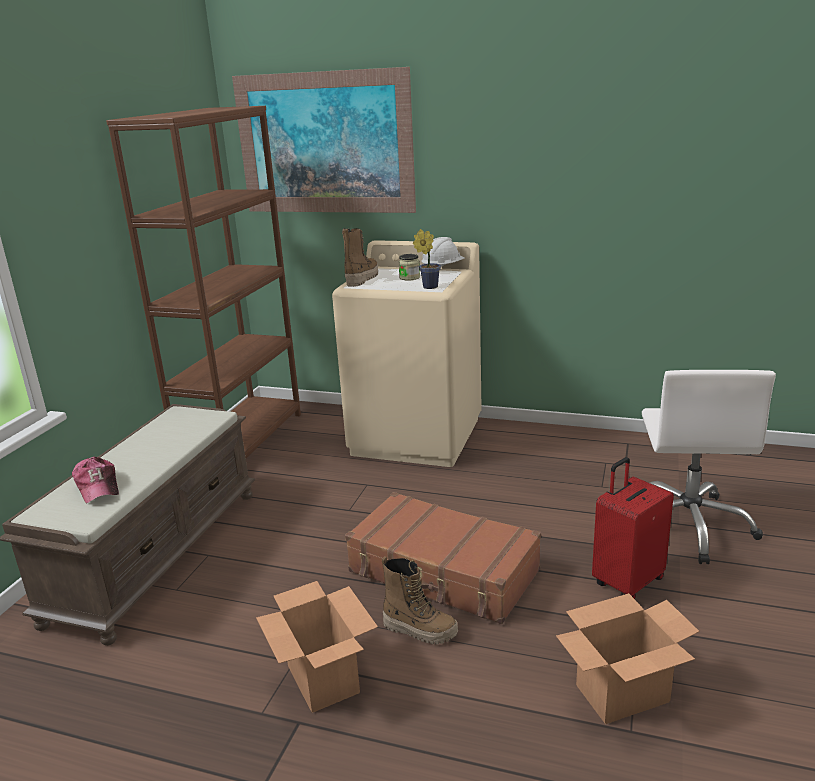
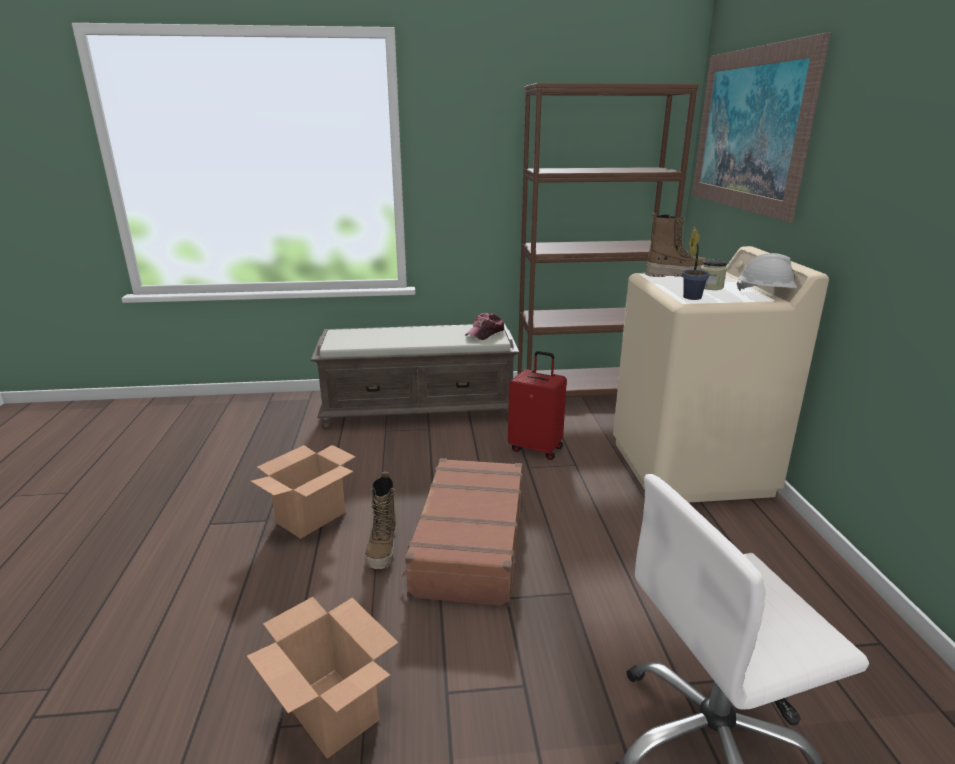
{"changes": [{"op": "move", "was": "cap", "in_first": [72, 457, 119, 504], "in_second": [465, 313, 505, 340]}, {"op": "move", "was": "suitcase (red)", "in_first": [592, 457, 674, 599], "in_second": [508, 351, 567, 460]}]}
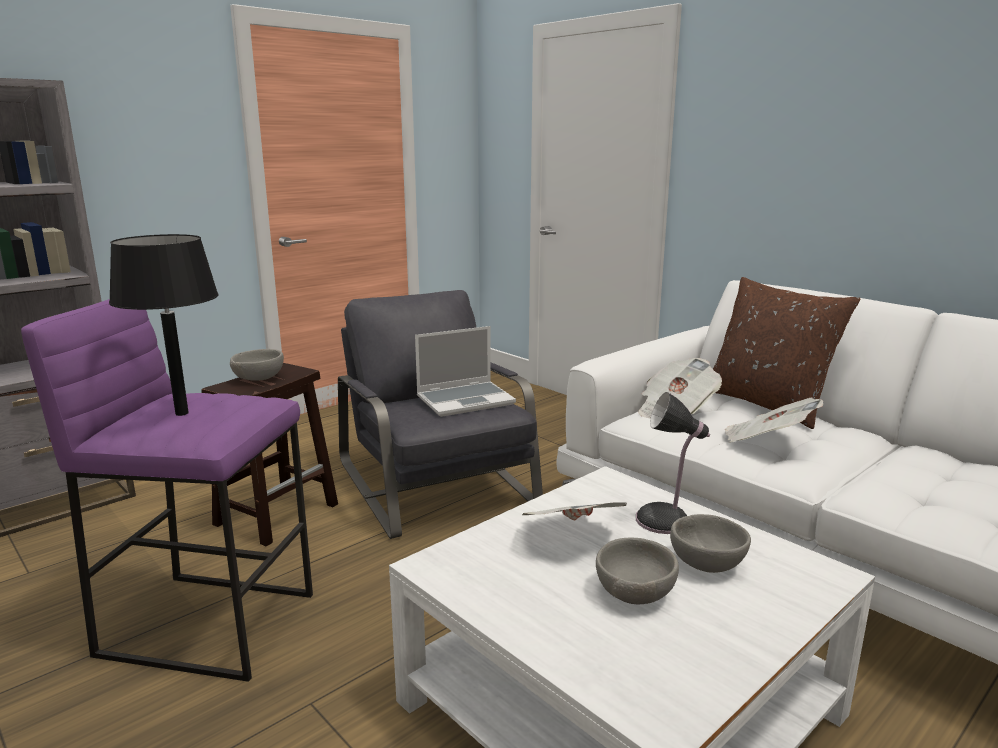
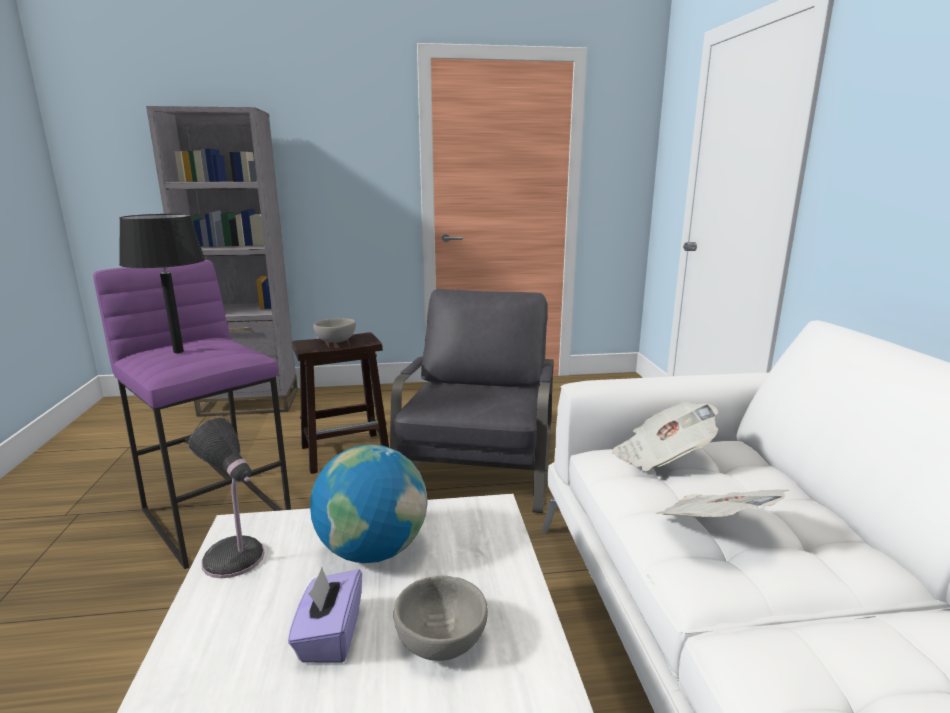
{"changes": [{"op": "delete", "was": "pillow (brown)", "in_first": [713, 277, 860, 429]}, {"op": "delete", "was": "laptop", "in_first": [415, 326, 516, 417]}, {"op": "move", "was": "table lamp", "in_first": [636, 392, 710, 534], "in_second": [188, 417, 265, 578]}, {"op": "replace", "was": "newspaper", "now": "globe", "in_first": [522, 502, 627, 520], "in_second": [310, 444, 427, 563]}, {"op": "replace", "was": "bowl (grey)", "now": "tissue box (purple)", "in_first": [596, 538, 679, 604], "in_second": [288, 568, 362, 663]}]}
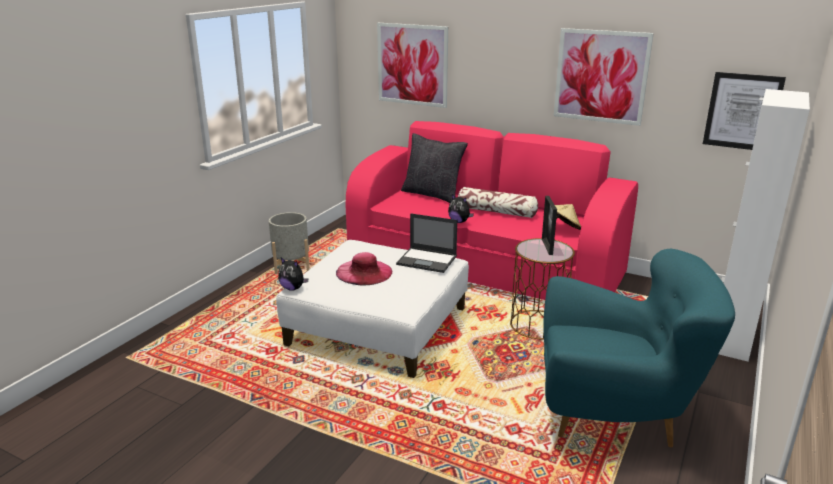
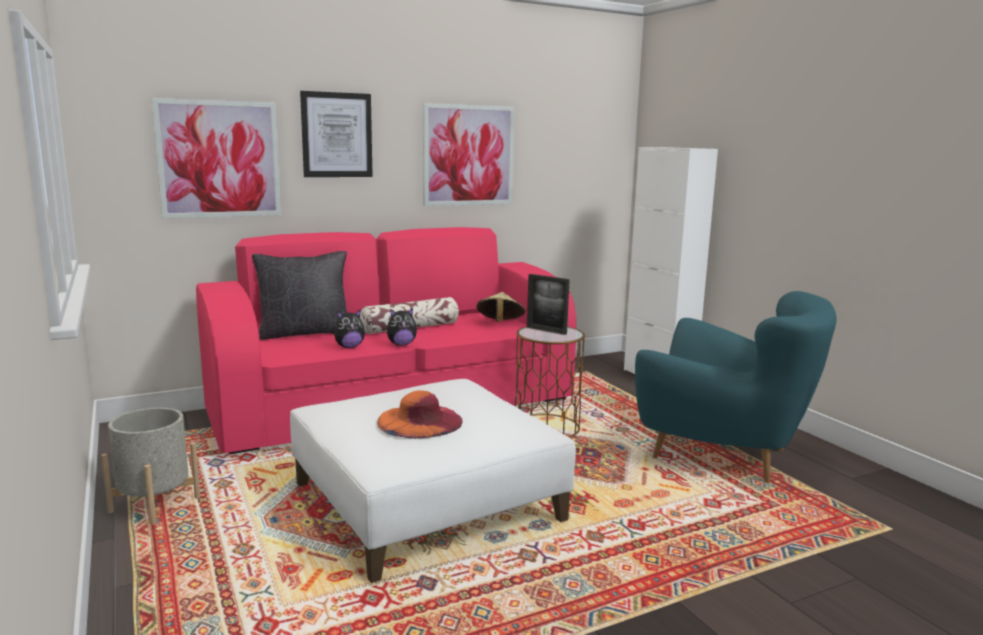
{"changes": [{"op": "move", "was": "picture", "in_first": [703, 72, 786, 150], "in_second": [300, 91, 373, 177]}, {"op": "delete", "was": "laptop", "in_first": [396, 213, 457, 273]}, {"op": "rotate", "was": "armchair (turquoise)", "in_first": [543, 249, 735, 447], "in_second": [635, 291, 836, 483], "clockwise": 75}, {"op": "recolor", "was": "hat (pink)", "now": "hat (orange)", "in_first": [336, 252, 393, 286], "in_second": [377, 391, 462, 439]}, {"op": "move", "was": "plush toy", "in_first": [278, 258, 308, 291], "in_second": [334, 310, 365, 348]}]}
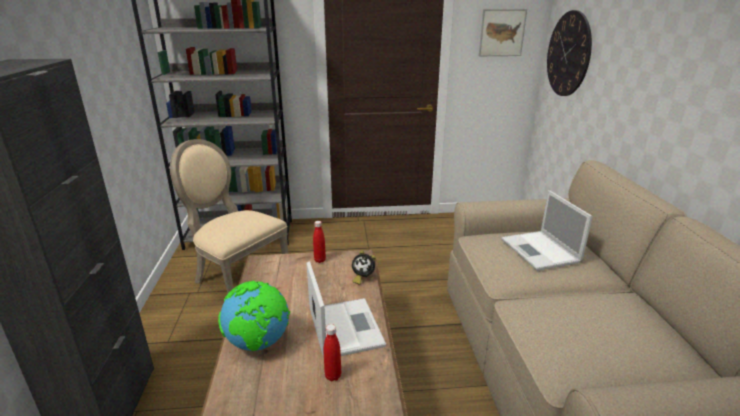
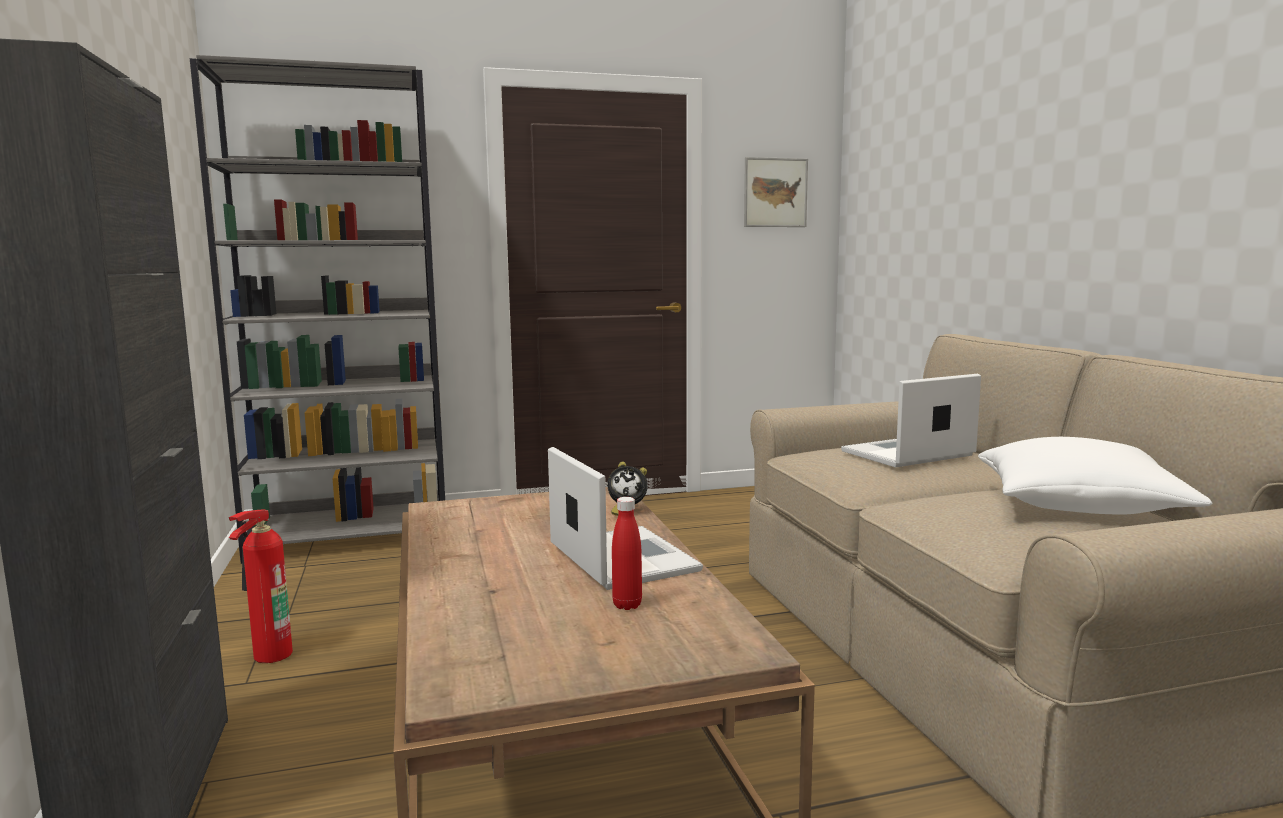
{"changes": [{"op": "delete", "was": "wall clock", "in_first": [547, 10, 592, 96]}, {"op": "delete", "was": "chair (beige)", "in_first": [170, 139, 289, 294]}, {"op": "rotate", "was": "laptop", "in_first": [501, 190, 593, 271], "in_second": [841, 374, 981, 468], "clockwise": 90}, {"op": "delete", "was": "bottle (red)", "in_first": [313, 221, 326, 263]}, {"op": "delete", "was": "globe", "in_first": [218, 281, 290, 351]}, {"op": "insert", "now": "pillow (white)", "in_second": [978, 437, 1212, 515]}, {"op": "insert", "now": "fire extinguisher", "in_second": [229, 510, 293, 663]}]}
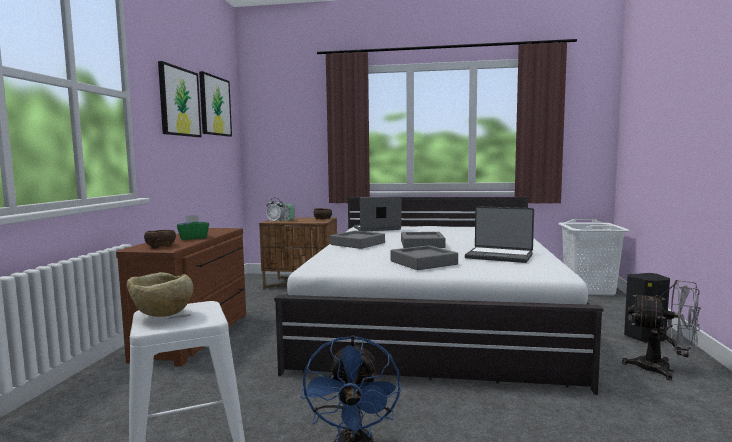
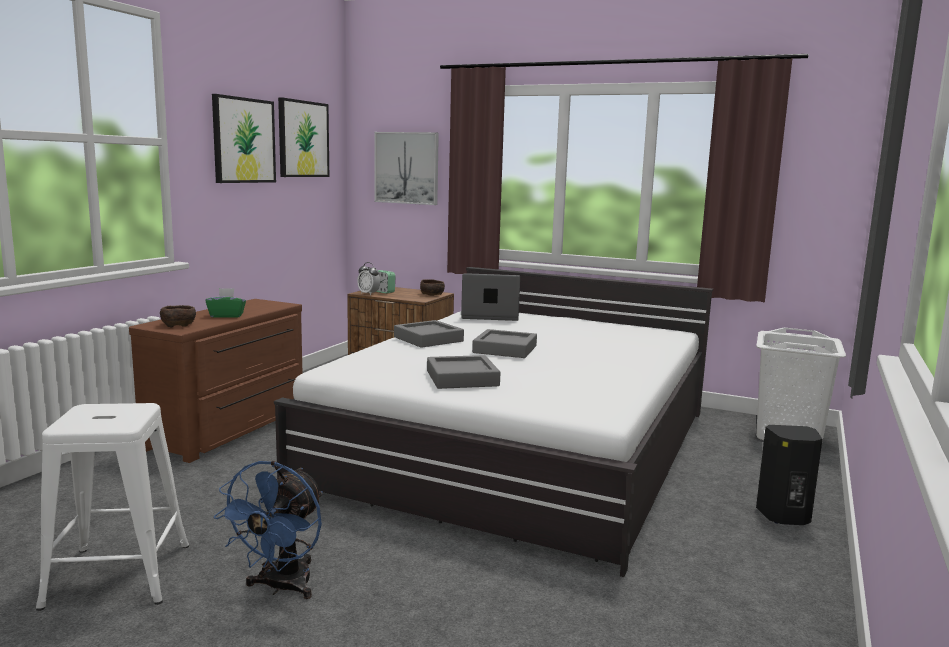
{"changes": [{"op": "delete", "was": "laptop", "in_first": [465, 206, 534, 263]}, {"op": "delete", "was": "bowl (beige)", "in_first": [127, 272, 194, 317]}, {"op": "delete", "was": "fan (grey)", "in_first": [622, 280, 701, 381]}, {"op": "insert", "now": "picture", "in_second": [375, 132, 439, 205]}]}
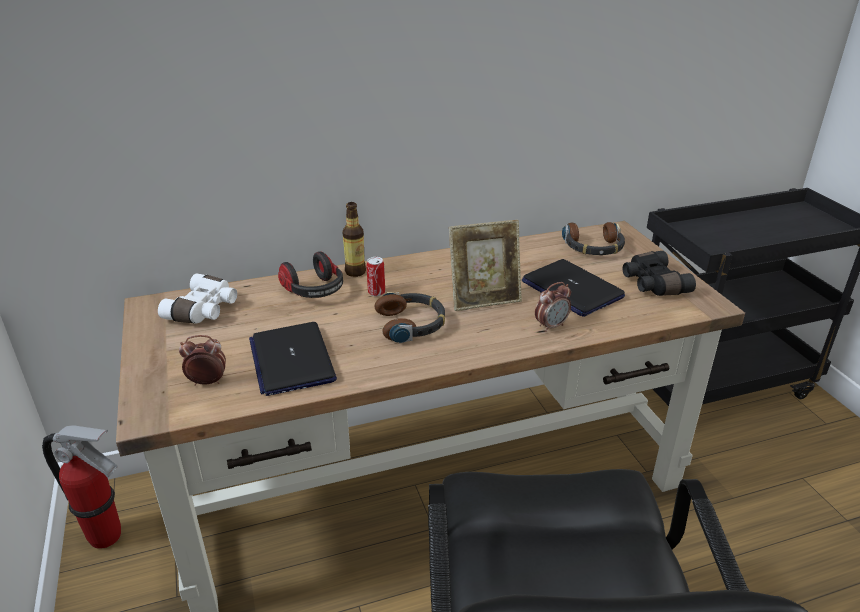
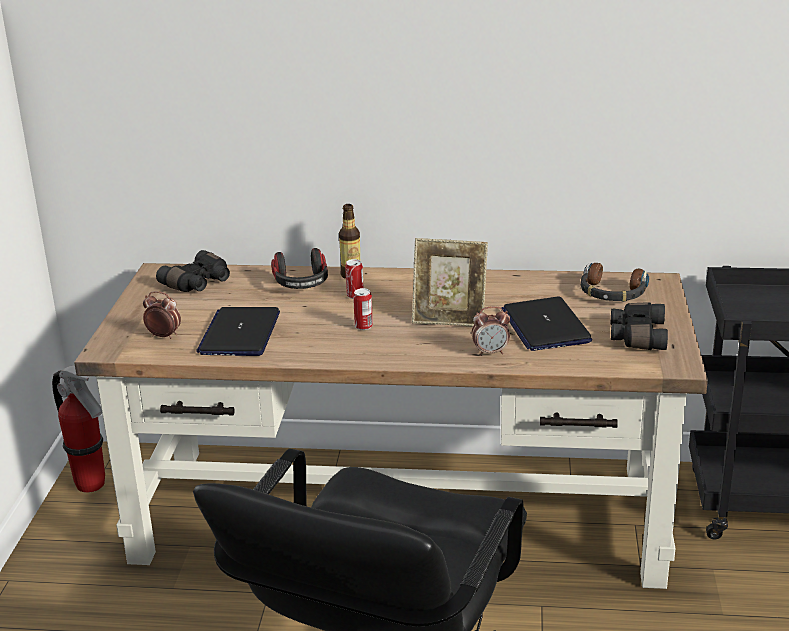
{"changes": [{"op": "recolor", "was": "binoculars (white)", "now": "binoculars (black)", "in_first": [158, 274, 237, 324], "in_second": [156, 250, 230, 292]}, {"op": "replace", "was": "headphones", "now": "can", "in_first": [374, 292, 445, 344], "in_second": [353, 288, 373, 330]}]}
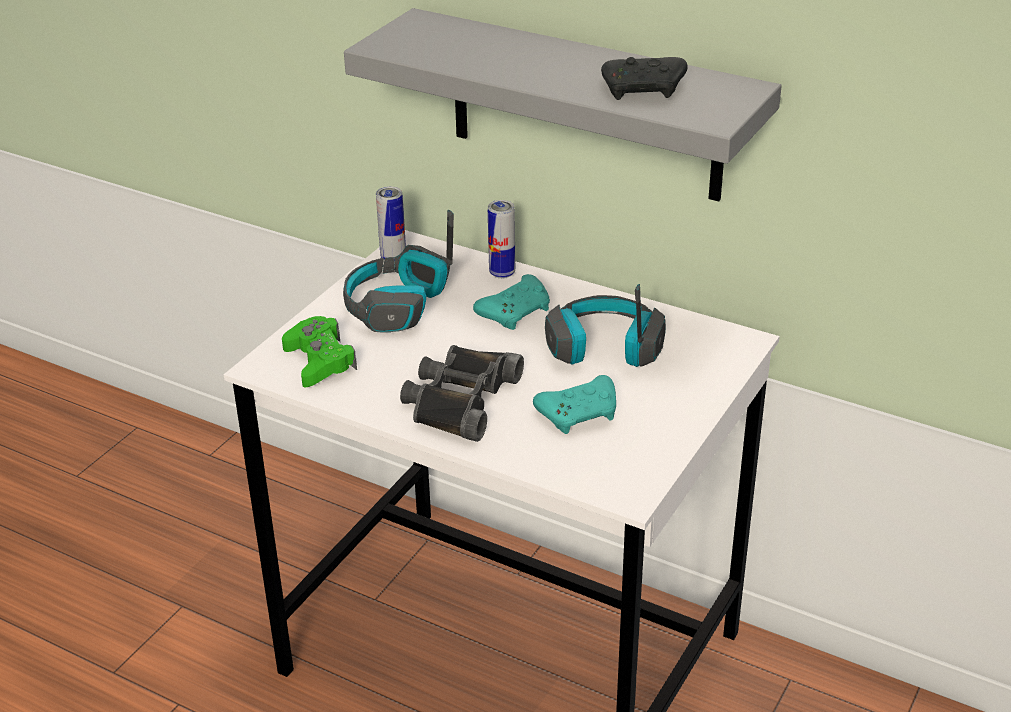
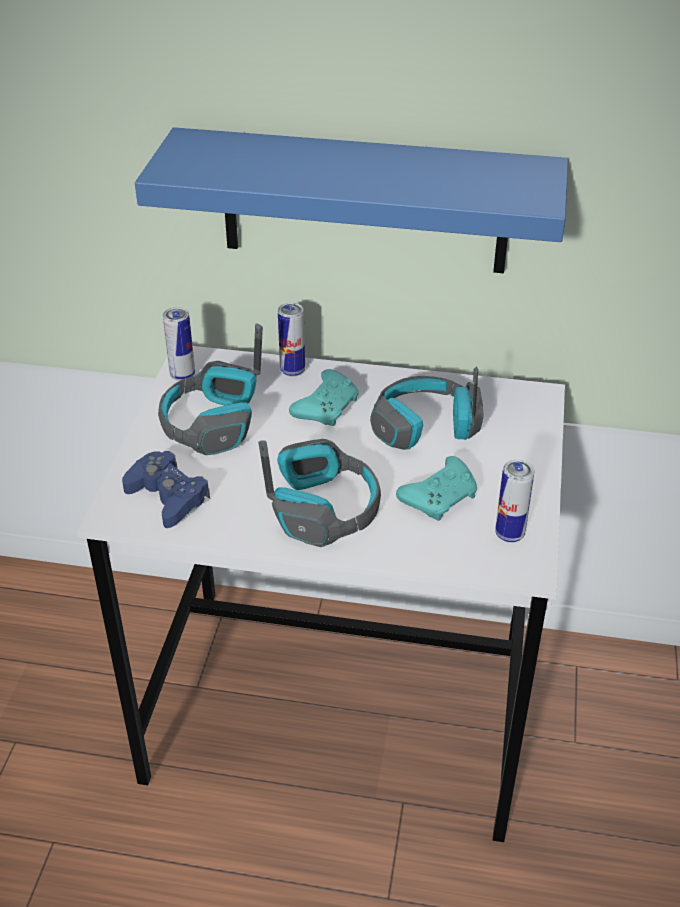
{"changes": [{"op": "recolor", "was": "shelf (grey)", "now": "shelf (blue)", "in_first": [344, 8, 782, 201], "in_second": [135, 127, 568, 273]}, {"op": "delete", "was": "game controller (black)", "in_first": [601, 57, 688, 100]}, {"op": "recolor", "was": "game controller (green)", "now": "game controller (blue)", "in_first": [282, 316, 357, 387], "in_second": [122, 451, 210, 528]}, {"op": "replace", "was": "binoculars (black)", "now": "headphones", "in_first": [400, 345, 524, 442], "in_second": [258, 439, 381, 547]}, {"op": "insert", "now": "can", "in_second": [495, 459, 534, 543]}]}
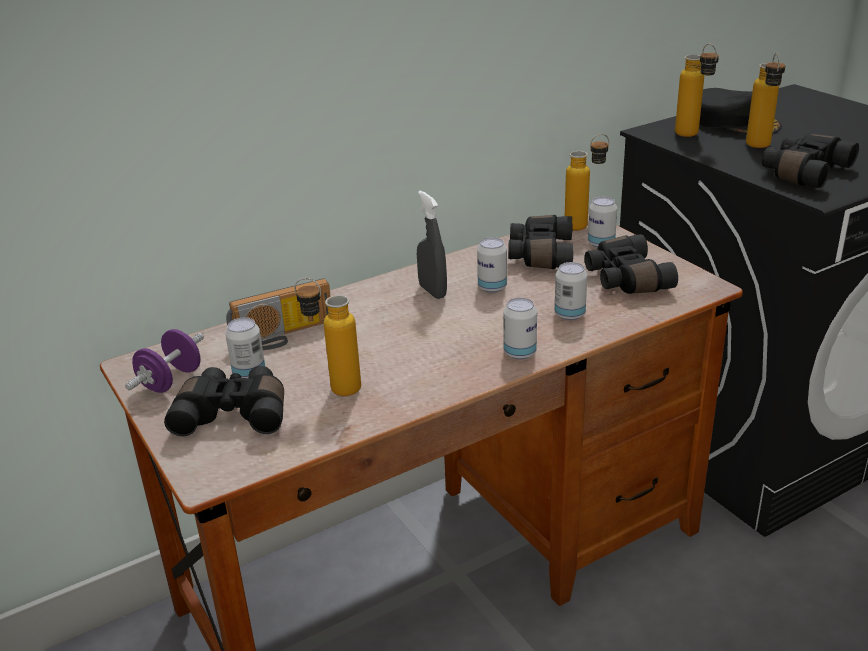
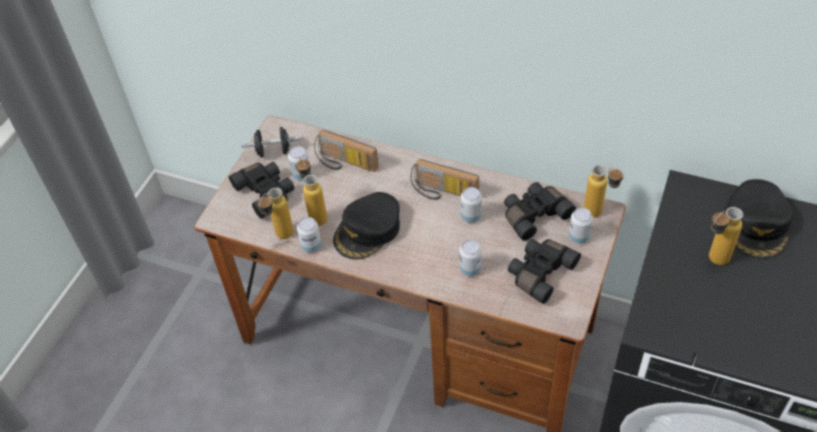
{"changes": [{"op": "move", "was": "bottle", "in_first": [675, 43, 719, 137], "in_second": [258, 188, 294, 239]}, {"op": "delete", "was": "binoculars (black)", "in_first": [762, 134, 859, 188]}, {"op": "replace", "was": "spray bottle (grey)", "now": "radio", "in_first": [417, 190, 447, 299], "in_second": [410, 159, 479, 200]}, {"op": "move", "was": "can", "in_first": [504, 298, 537, 360], "in_second": [297, 217, 322, 253]}, {"op": "recolor", "was": "dumbbell (purple)", "now": "dumbbell (black)", "in_first": [125, 329, 204, 393], "in_second": [241, 127, 302, 158]}, {"op": "insert", "now": "cap (black)", "in_second": [333, 192, 400, 260]}]}
